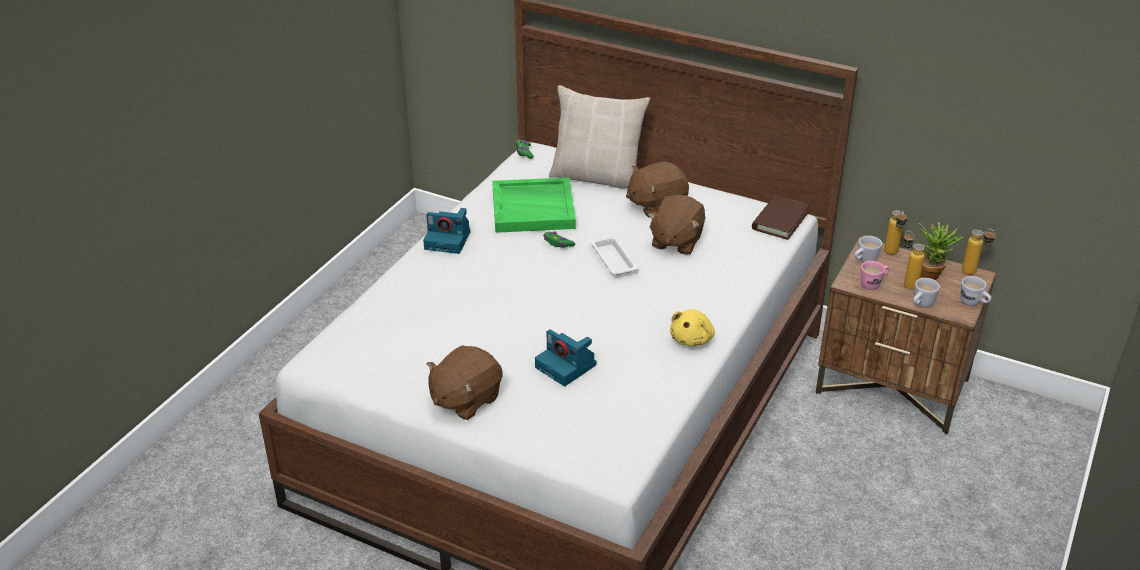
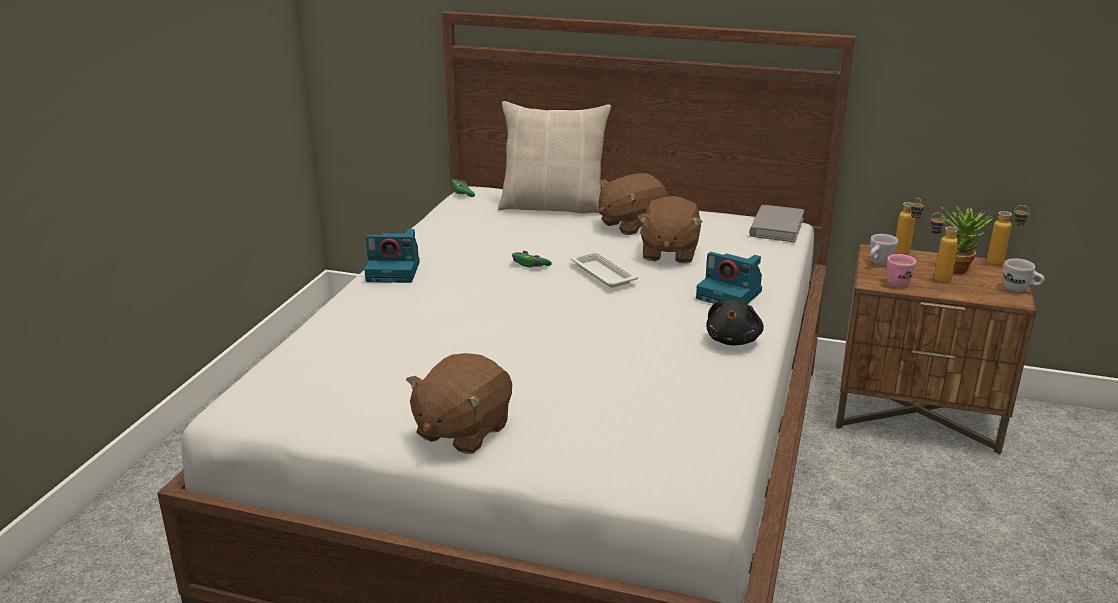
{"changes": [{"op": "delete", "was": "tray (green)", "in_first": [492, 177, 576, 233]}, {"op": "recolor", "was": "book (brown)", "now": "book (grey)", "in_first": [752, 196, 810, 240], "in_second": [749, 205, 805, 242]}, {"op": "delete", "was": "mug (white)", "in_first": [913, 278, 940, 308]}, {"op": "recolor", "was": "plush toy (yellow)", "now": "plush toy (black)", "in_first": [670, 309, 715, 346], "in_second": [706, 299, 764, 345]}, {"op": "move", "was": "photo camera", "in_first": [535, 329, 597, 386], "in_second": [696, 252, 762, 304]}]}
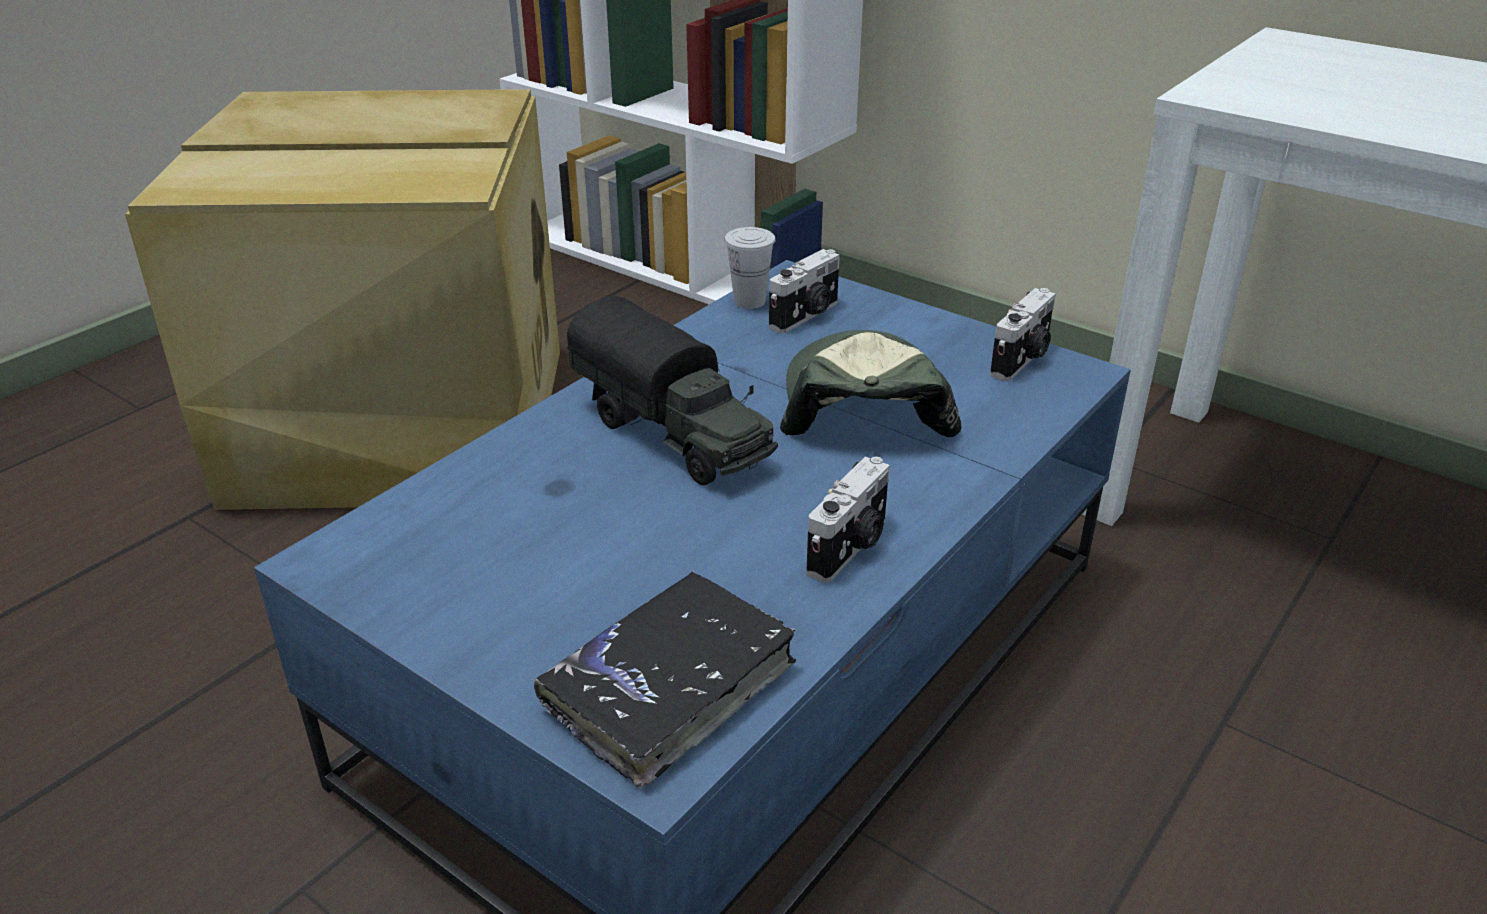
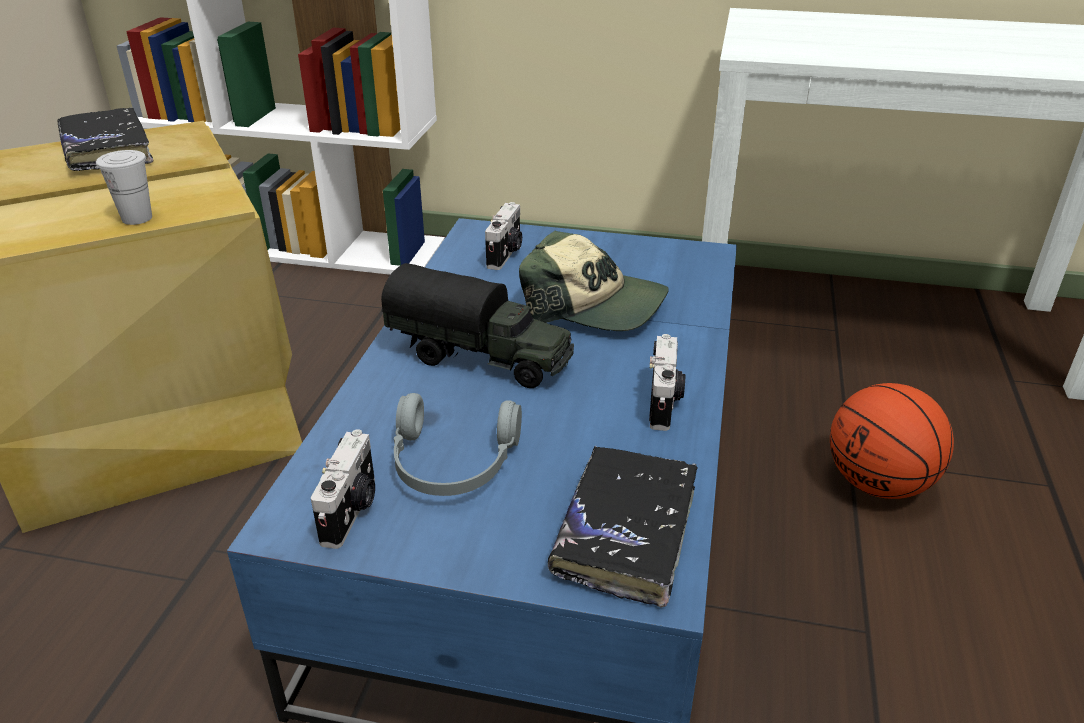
{"changes": [{"op": "move", "was": "cup (white)", "in_first": [724, 227, 776, 309], "in_second": [96, 150, 152, 225]}, {"op": "move", "was": "photo camera", "in_first": [990, 288, 1056, 381], "in_second": [311, 429, 375, 549]}, {"op": "rotate", "was": "cap", "in_first": [780, 330, 962, 437], "in_second": [519, 230, 669, 331], "clockwise": 135}, {"op": "insert", "now": "book (black)", "in_second": [57, 107, 153, 171]}, {"op": "insert", "now": "basketball", "in_second": [830, 383, 954, 499]}, {"op": "insert", "now": "headphones (grey)", "in_second": [394, 393, 522, 496]}]}
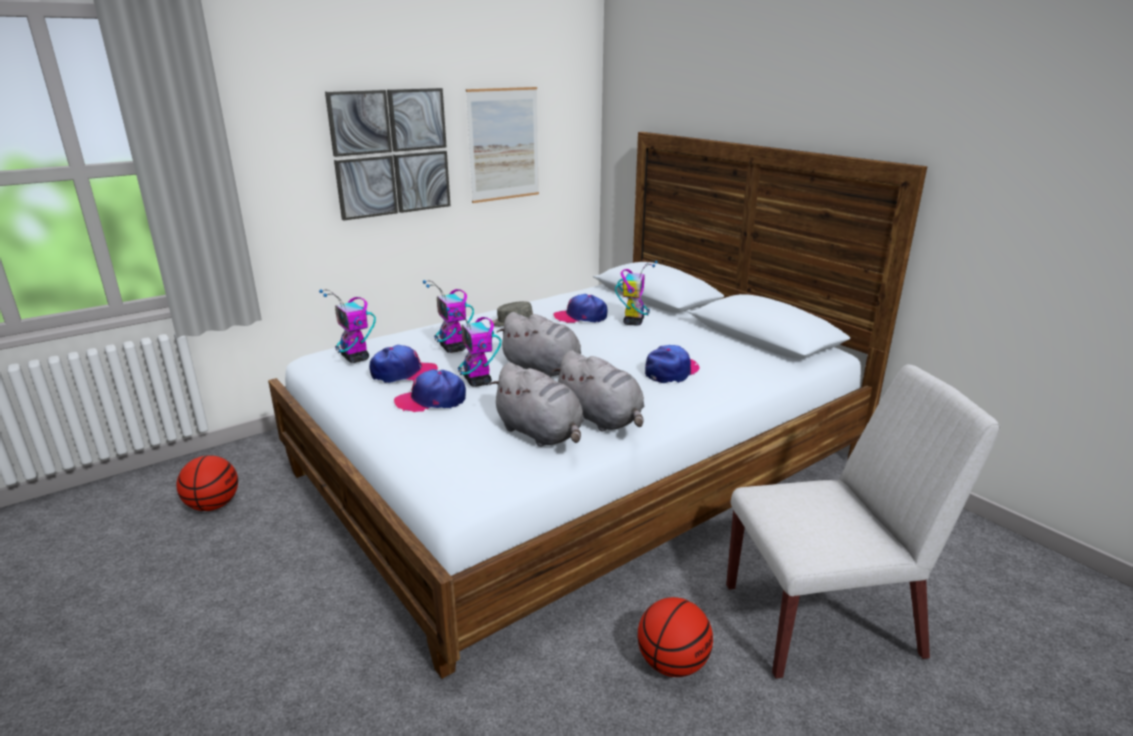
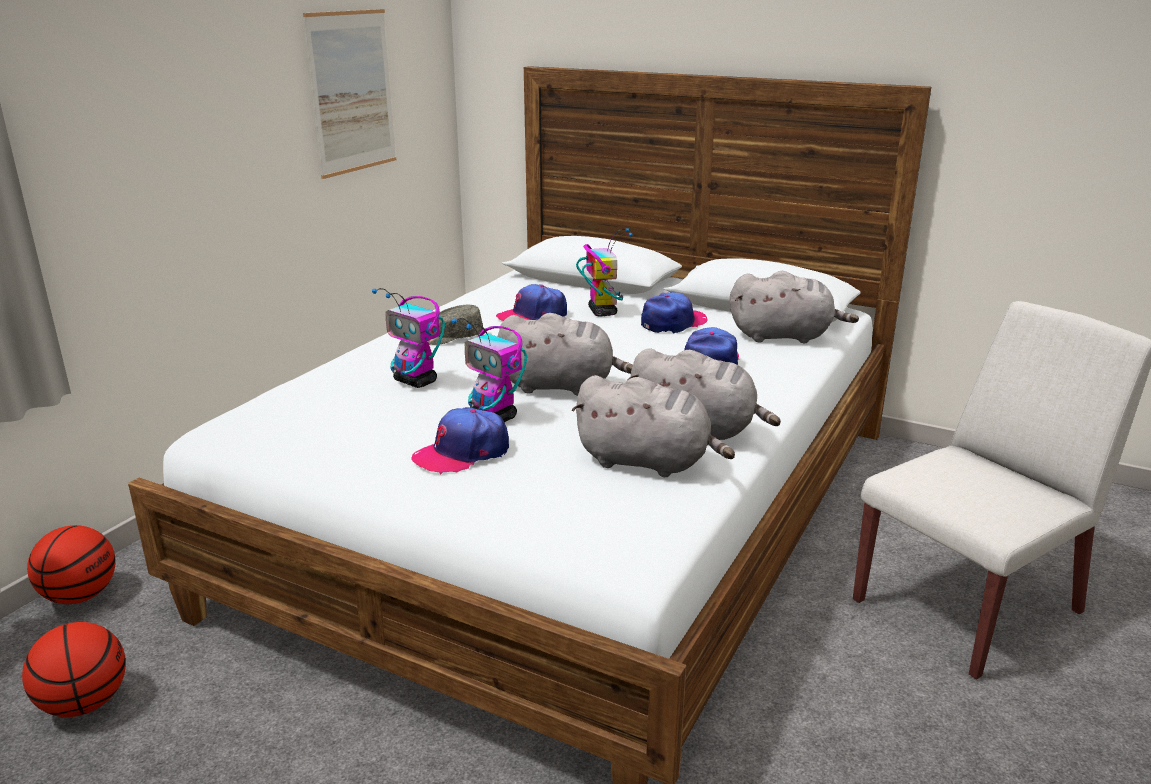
{"changes": [{"op": "delete", "was": "picture", "in_first": [325, 88, 451, 220]}, {"op": "delete", "was": "toy robot", "in_first": [319, 289, 376, 363]}, {"op": "move", "was": "cap", "in_first": [369, 345, 438, 383], "in_second": [641, 292, 708, 333]}, {"op": "move", "was": "basketball", "in_first": [638, 597, 713, 677], "in_second": [27, 525, 116, 604]}, {"op": "insert", "now": "plush toy (grey)", "in_second": [730, 271, 859, 343]}]}
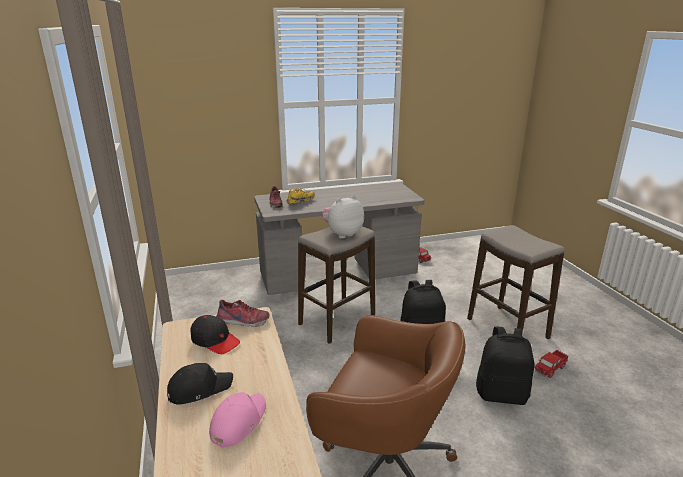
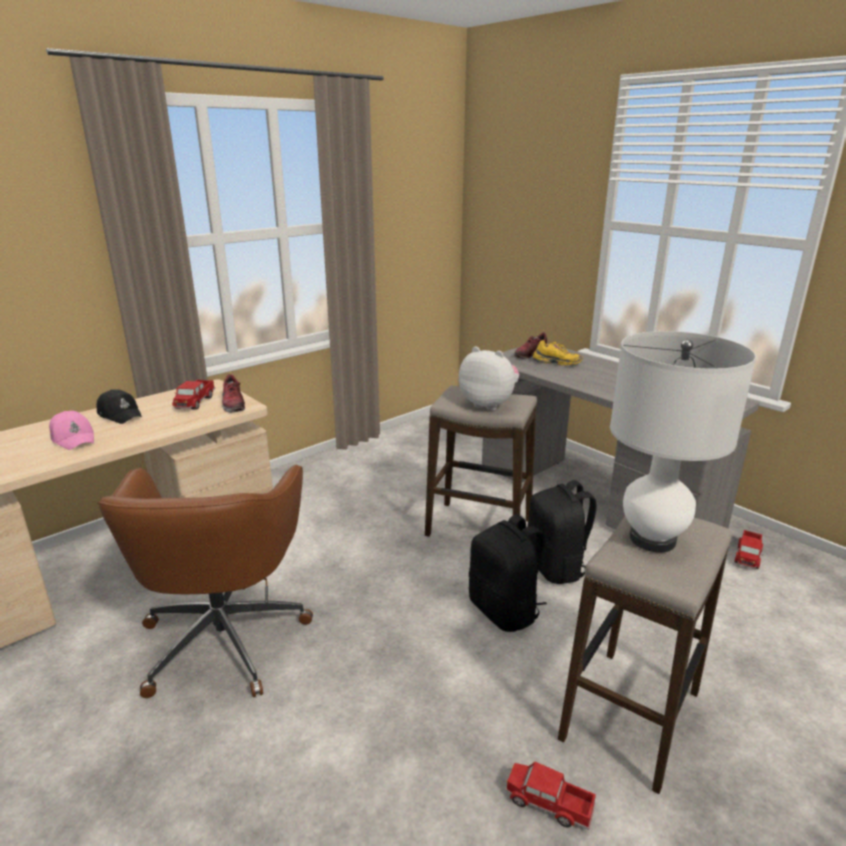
{"changes": [{"op": "replace", "was": "cap (black)", "now": "toy truck", "in_first": [190, 315, 240, 354], "in_second": [173, 379, 215, 410]}, {"op": "move", "was": "backpack (black)", "in_first": [476, 327, 534, 405], "in_second": [528, 480, 597, 584]}, {"op": "rotate", "was": "cap (pink)", "in_first": [209, 392, 266, 448], "in_second": [49, 411, 94, 450], "clockwise": 45}, {"op": "insert", "now": "table lamp (white)", "in_second": [610, 331, 756, 552]}]}
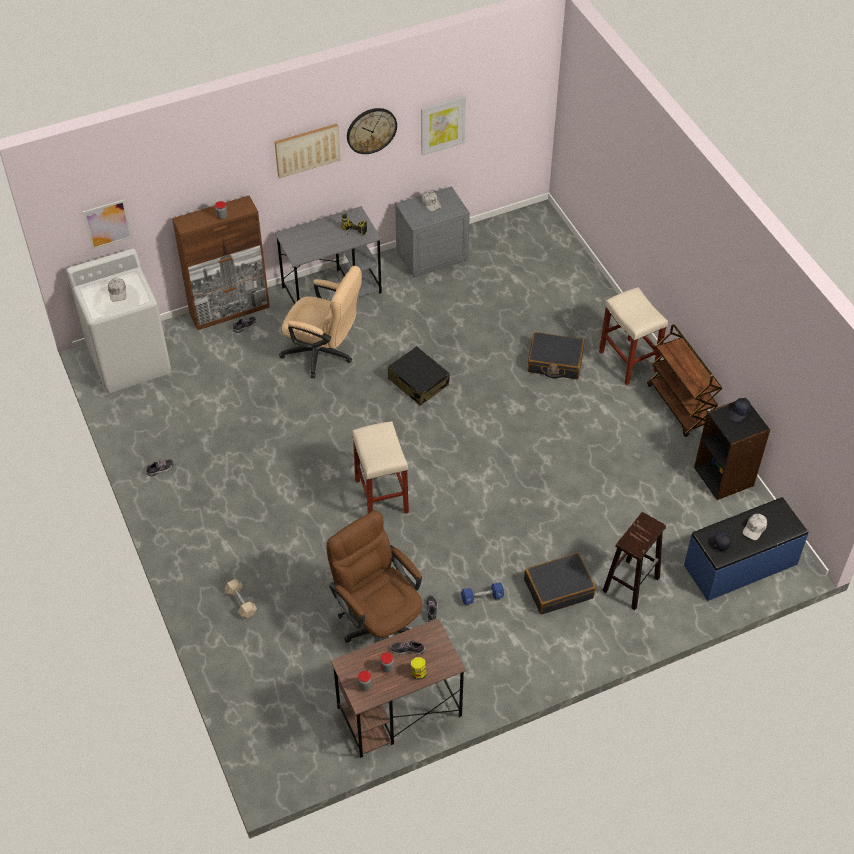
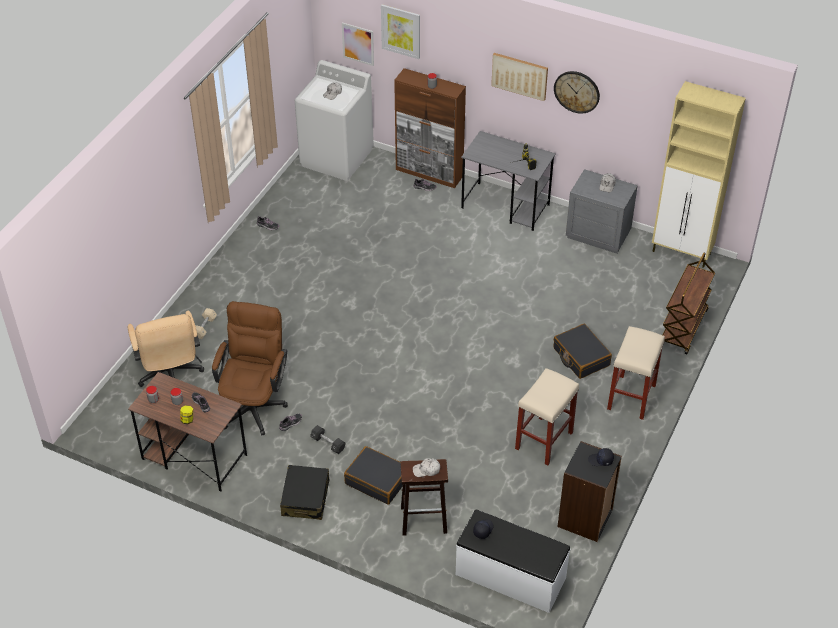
{"changes": [{"op": "move", "was": "picture", "in_first": [421, 96, 466, 156], "in_second": [381, 4, 420, 59]}, {"op": "move", "was": "office chair (beige)", "in_first": [279, 266, 362, 378], "in_second": [128, 311, 204, 387]}, {"op": "move", "was": "cart (brown)", "in_first": [647, 324, 722, 437], "in_second": [663, 253, 715, 354]}, {"op": "move", "was": "suitcase (black)", "in_first": [388, 346, 450, 406], "in_second": [280, 465, 329, 520]}, {"op": "move", "was": "stool (beige)", "in_first": [352, 421, 409, 514], "in_second": [515, 368, 579, 465]}, {"op": "recolor", "was": "bench (blue)", "now": "bench (white)", "in_first": [684, 497, 808, 601], "in_second": [456, 509, 571, 613]}, {"op": "move", "was": "cap (white)", "in_first": [743, 514, 767, 540], "in_second": [413, 458, 440, 477]}, {"op": "recolor", "was": "dumbbell (blue)", "now": "dumbbell (black)", "in_first": [461, 582, 504, 605], "in_second": [310, 425, 346, 454]}, {"op": "insert", "now": "cabinet (beige)", "in_second": [652, 81, 746, 268]}]}
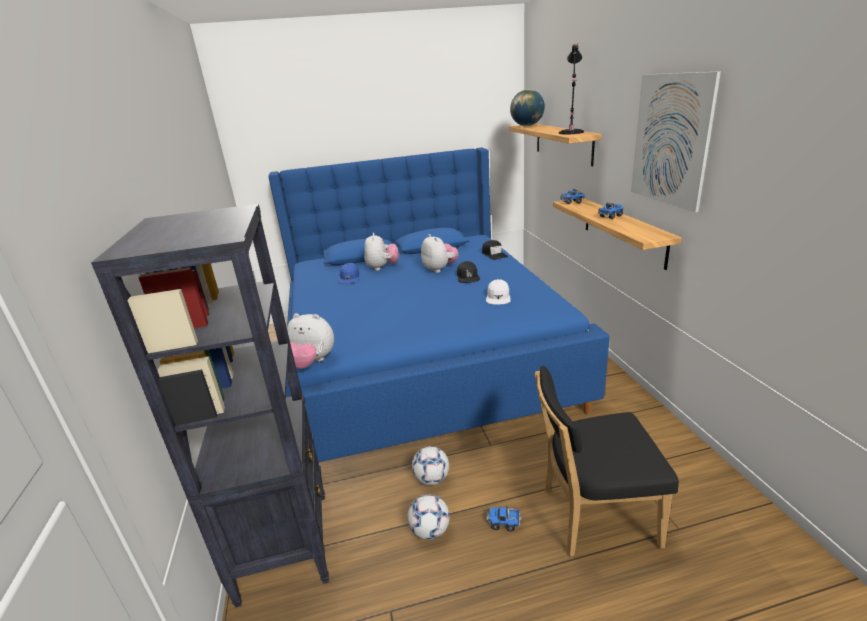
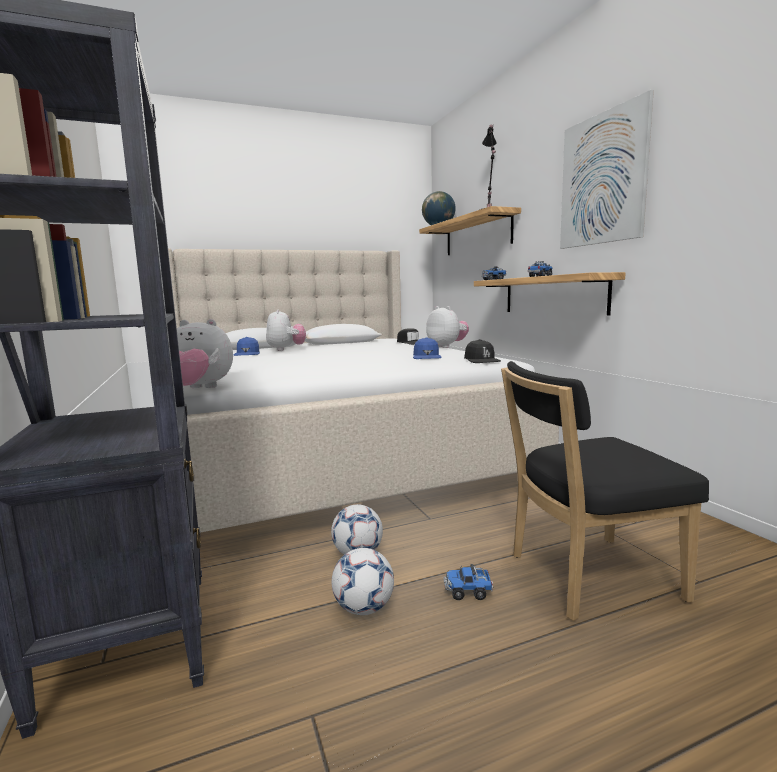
{"changes": [{"op": "recolor", "was": "bed (blue)", "now": "bed (beige)", "in_first": [268, 148, 610, 462], "in_second": [168, 248, 559, 533]}, {"op": "move", "was": "plush toy", "in_first": [421, 234, 458, 273], "in_second": [426, 306, 469, 348]}, {"op": "move", "was": "cap (black)", "in_first": [457, 261, 480, 283], "in_second": [464, 339, 501, 363]}, {"op": "recolor", "was": "cap (white)", "now": "cap (blue)", "in_first": [486, 279, 511, 304], "in_second": [413, 337, 442, 359]}]}
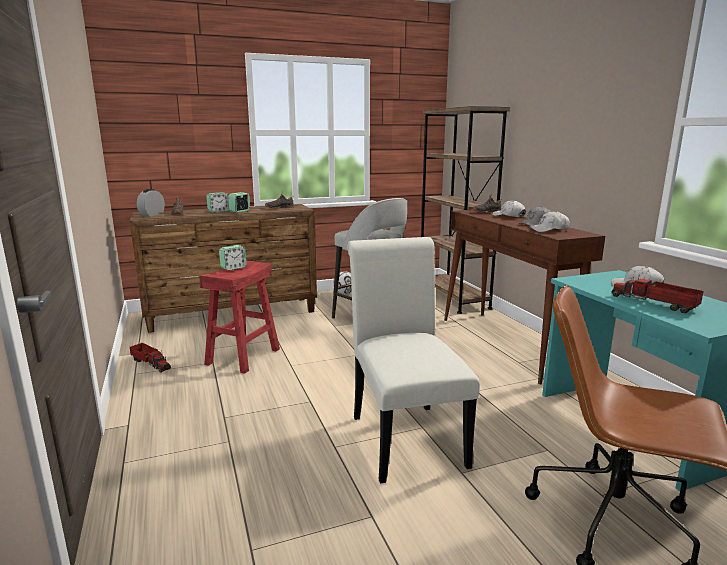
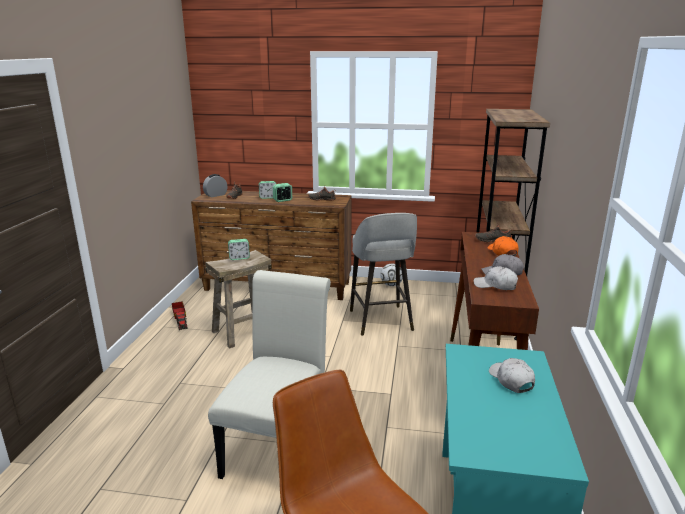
{"changes": [{"op": "recolor", "was": "cap (white)", "now": "cap (orange)", "in_first": [492, 200, 526, 217], "in_second": [488, 236, 518, 256]}, {"op": "recolor", "was": "stool (red)", "now": "stool (beige)", "in_first": [199, 261, 280, 374], "in_second": [205, 250, 272, 349]}, {"op": "delete", "was": "toy truck", "in_first": [611, 277, 704, 313]}]}
